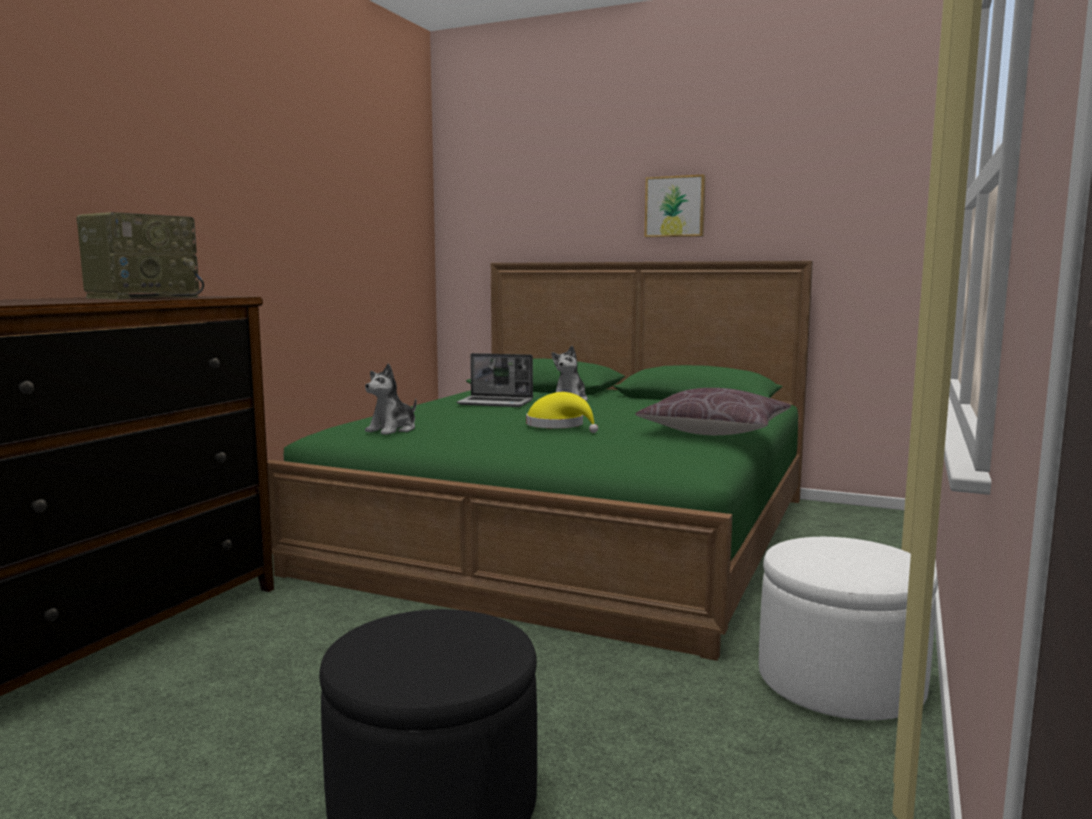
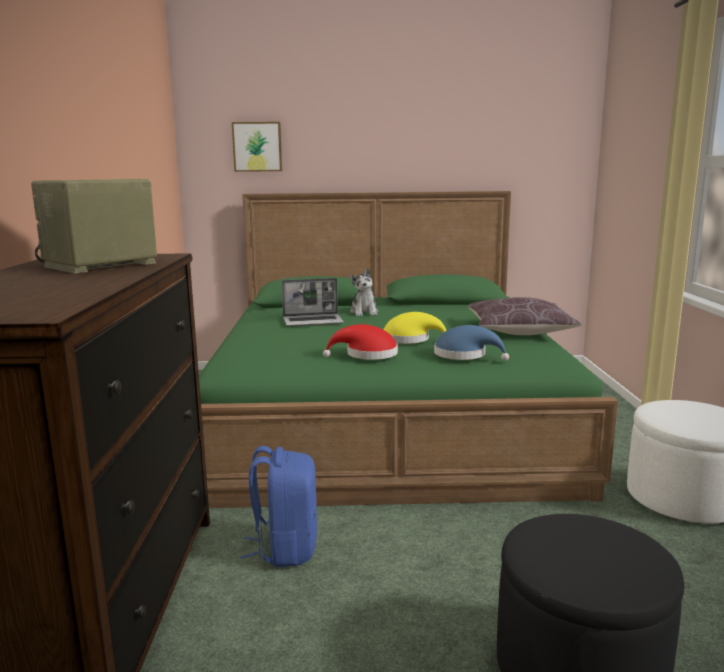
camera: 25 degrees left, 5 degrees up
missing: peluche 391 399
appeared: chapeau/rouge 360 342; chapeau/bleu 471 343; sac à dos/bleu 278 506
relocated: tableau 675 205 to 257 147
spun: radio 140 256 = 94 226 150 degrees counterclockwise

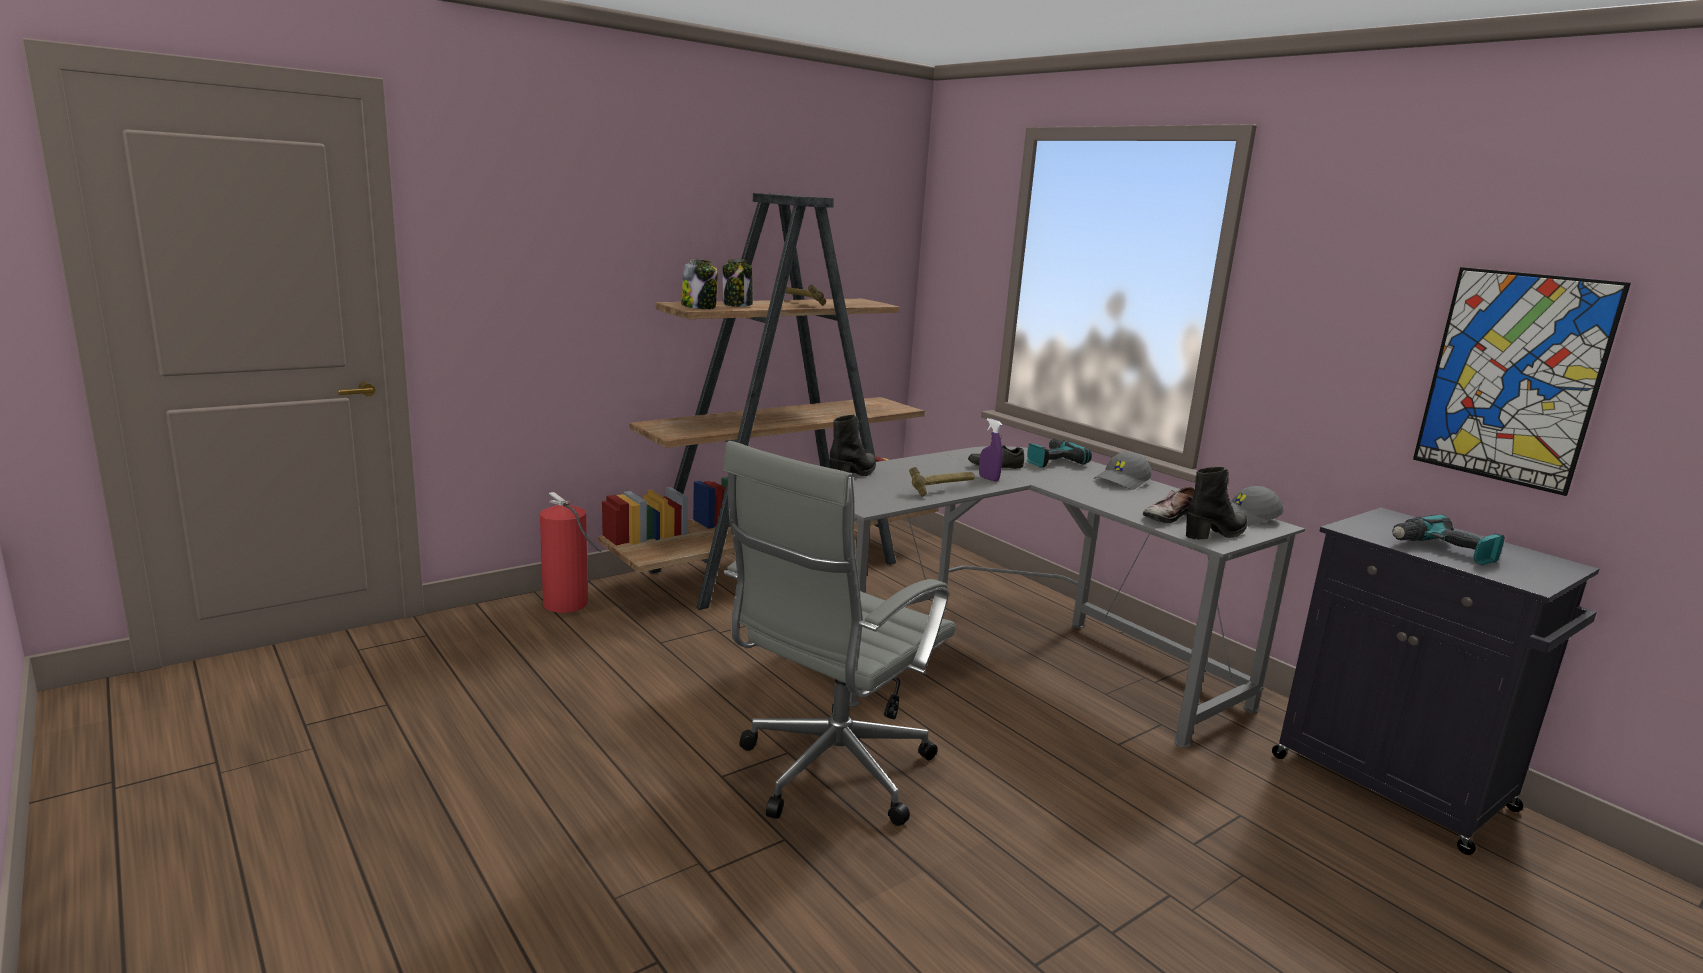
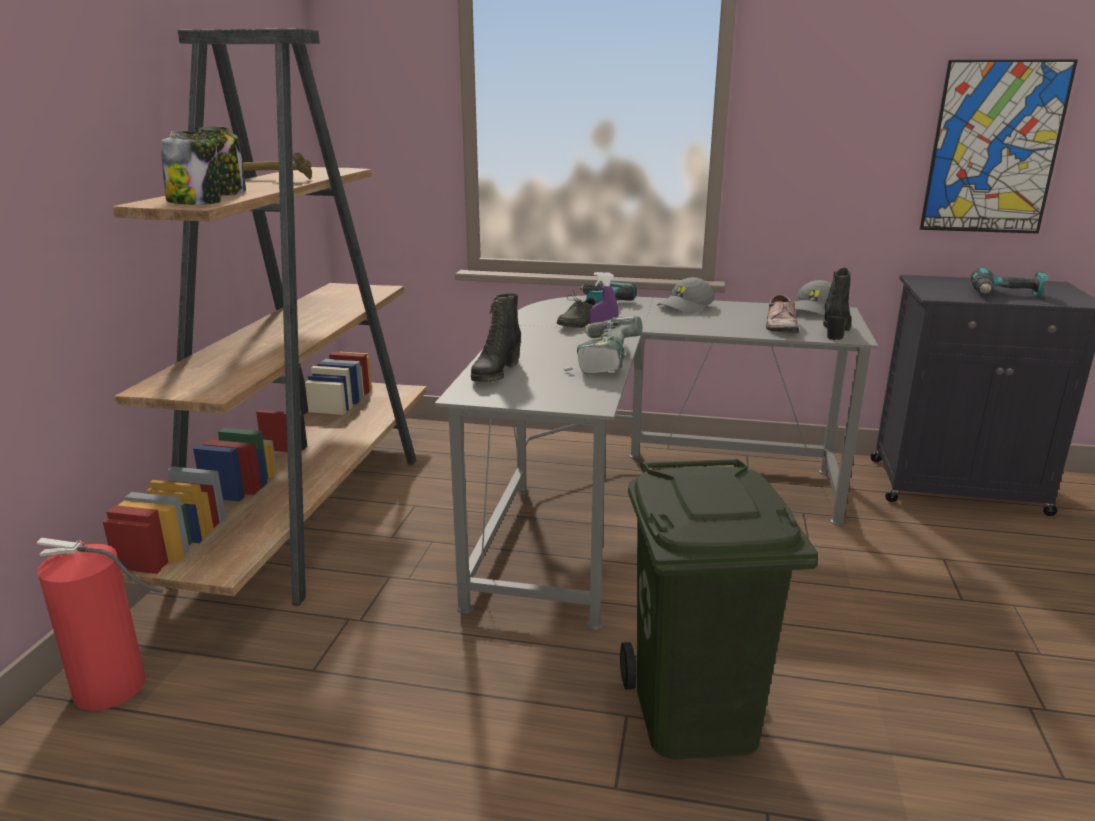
camera: 40 degrees left, 5 degrees up
exchanged: chaise de bureau/gris 839 633 to poubelle/vert 719 609; marteau 942 482 to perceuse 603 345
spun: botte/noir 852 445 = 496 337 150 degrees counterclockwise; casquette/gris 1122 471 = 686 295 45 degrees clockwise

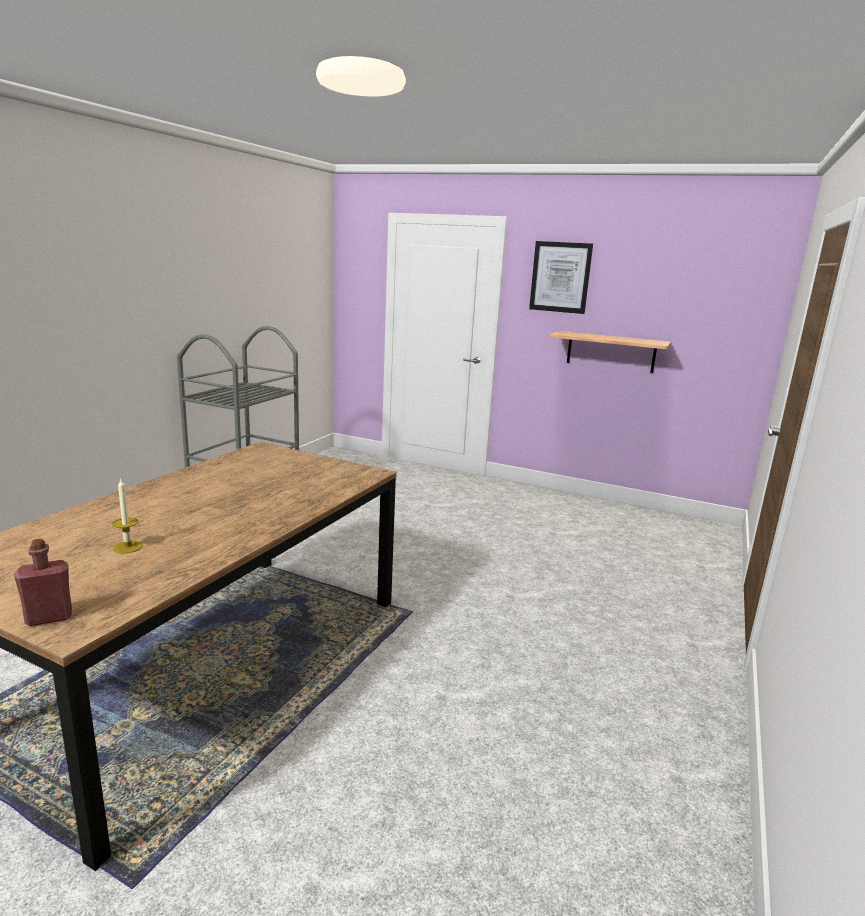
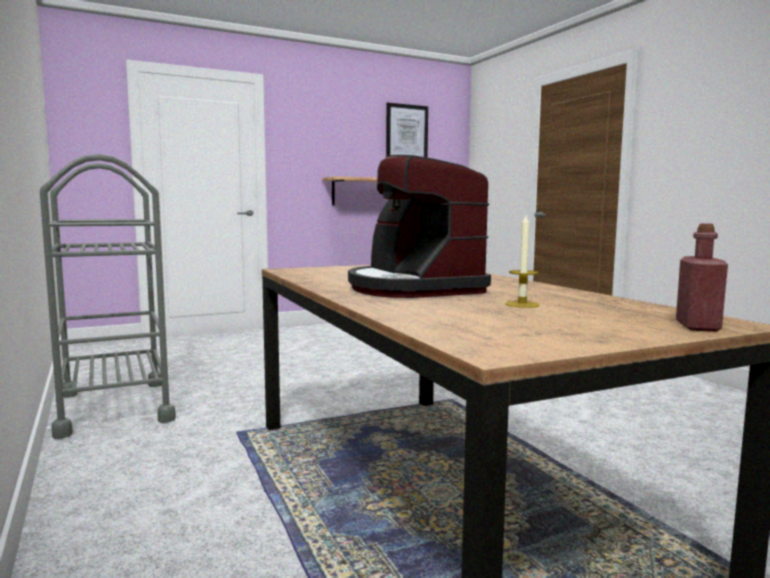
camera: 50 degrees left, 10 degrees down
appeared: machine à café 419 226
relocated: tableau 561 277 to 407 130

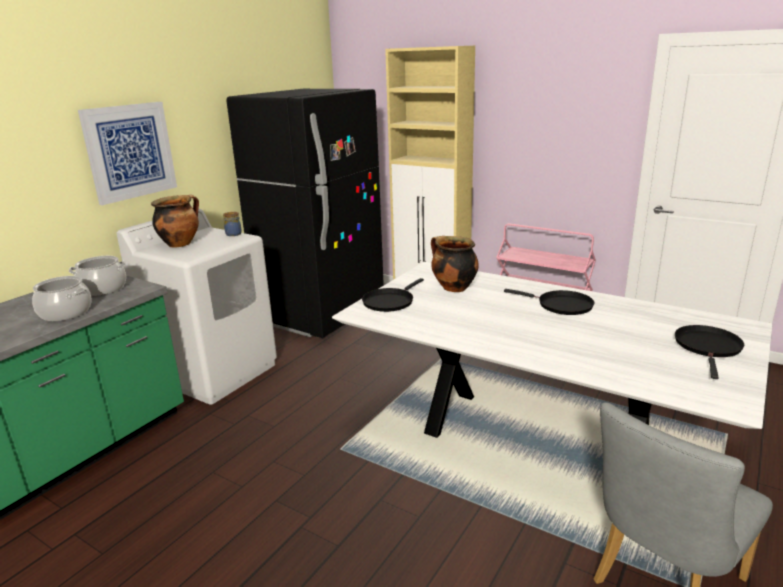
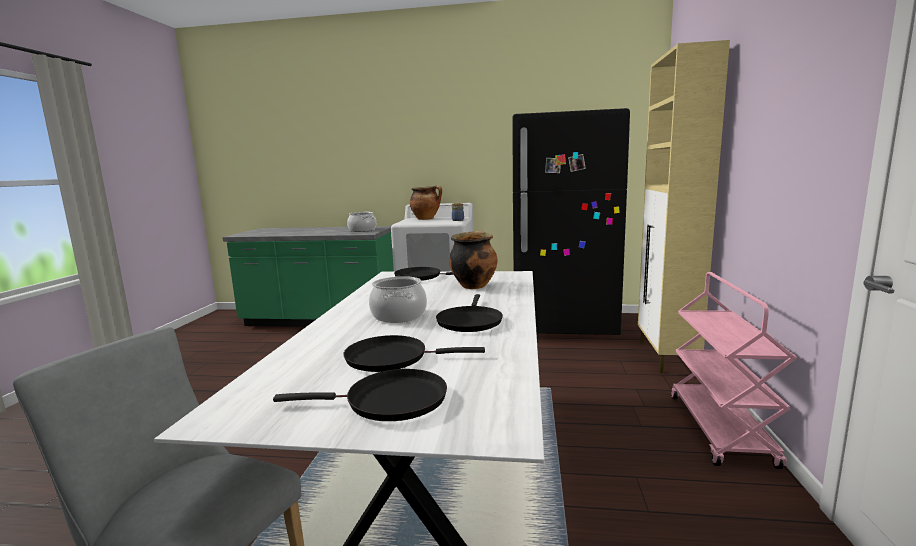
camera: 65 degrees right, 10 degrees down
missing: tableau 127 153
appeared: poêle/noir 414 353
relocated: marmite 62 298 to 398 299

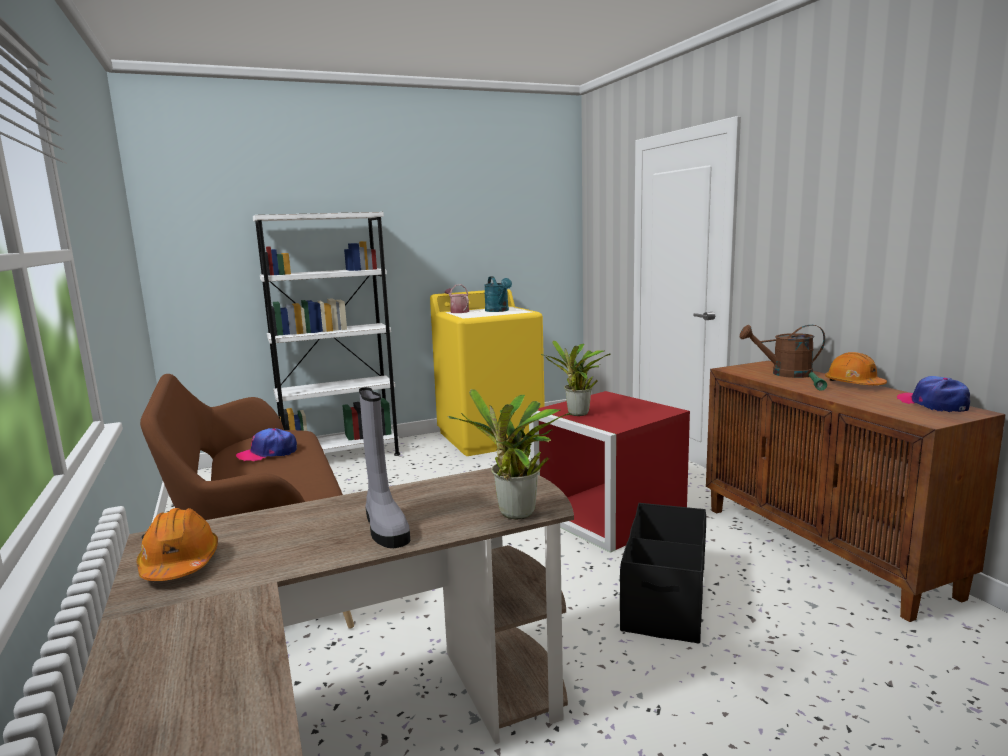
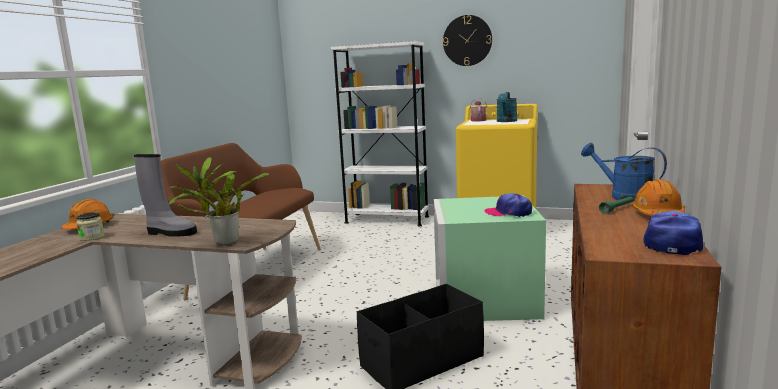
camera: 40 degrees right, 0 degrees up
missing: plante en pot 576 378
appeared: horloge murale 467 40; bocal 90 226
relocated: casquette 266 444 to 508 205
colour: arrosoir/marron 782 351 to arrosoir/bleu 624 172; boîte de rangement/rouge 609 472 to boîte de rangement/vert 489 259
spun: botte/gris 384 467 = 165 195 90 degrees counterclockwise

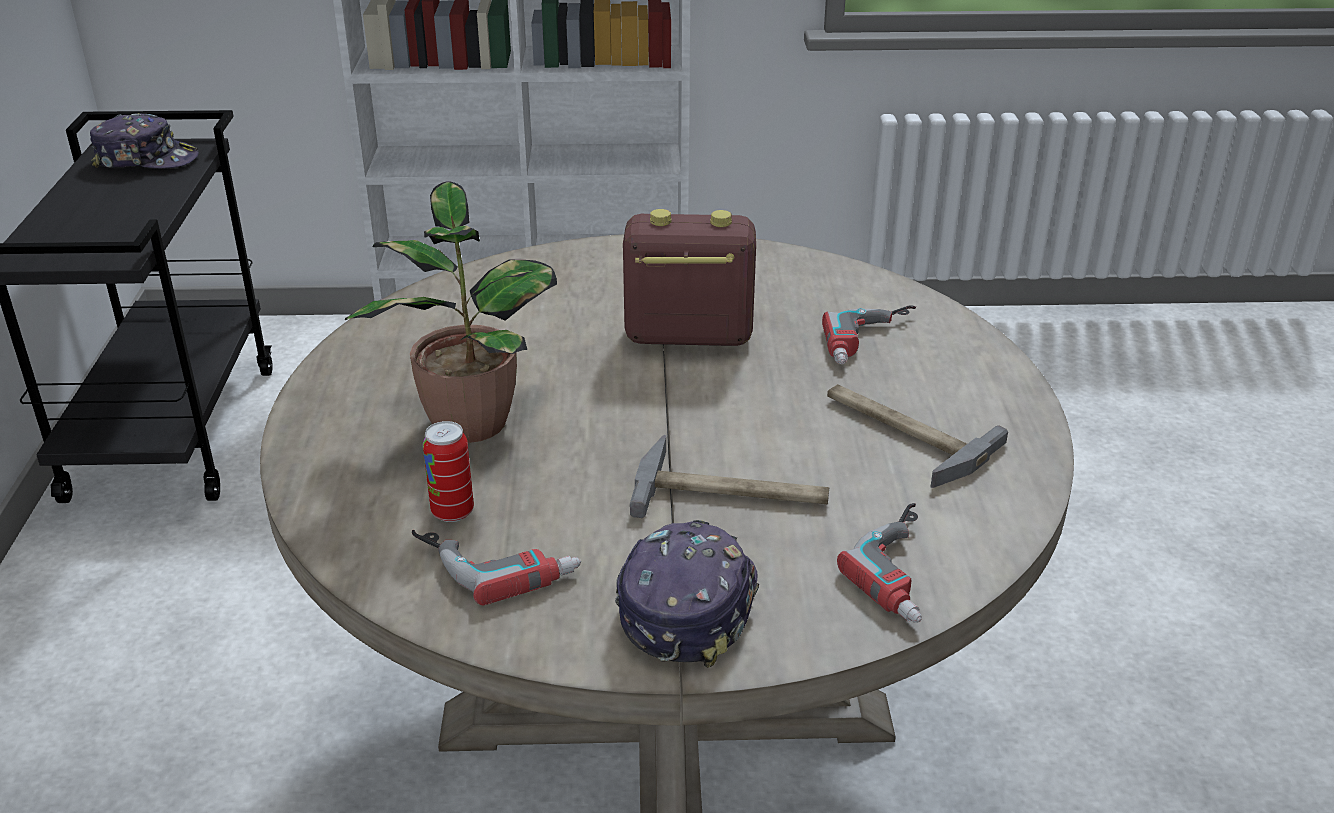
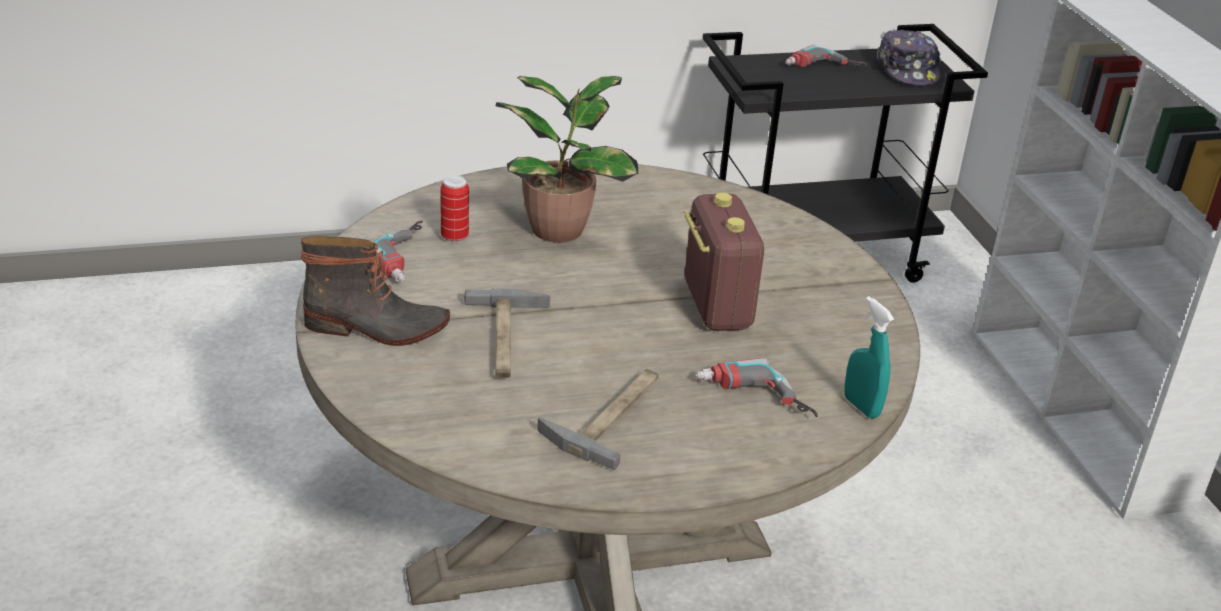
camera: 75 degrees right, 0 degrees up
appeared: vaporisateur/turquoise 869 357
relocated: perceuse 879 563 to 826 56
exchanged: casquette 687 594 to botte 375 291

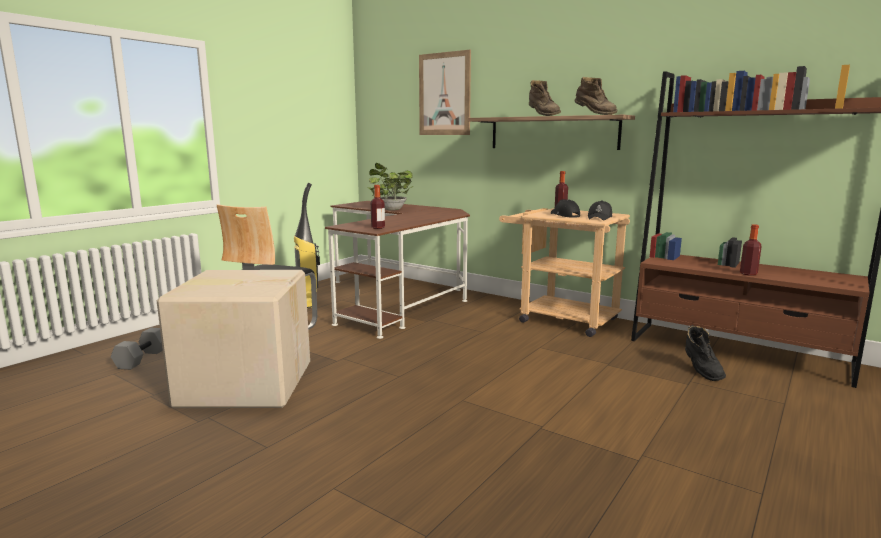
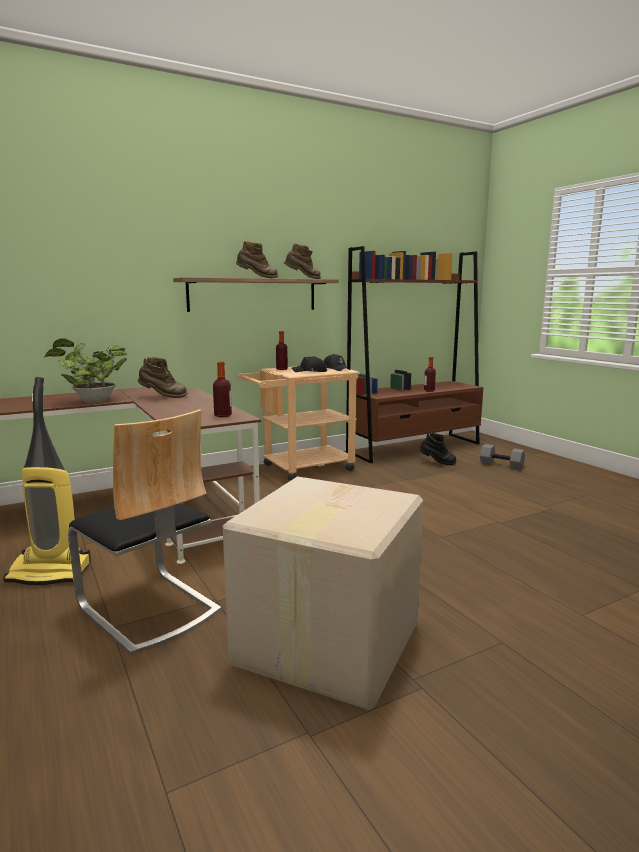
camera: 65 degrees left, 0 degrees up
missing: tableau 445 92
appeared: botte/marron 162 377
relocated: haltère/gris 137 349 to 502 457

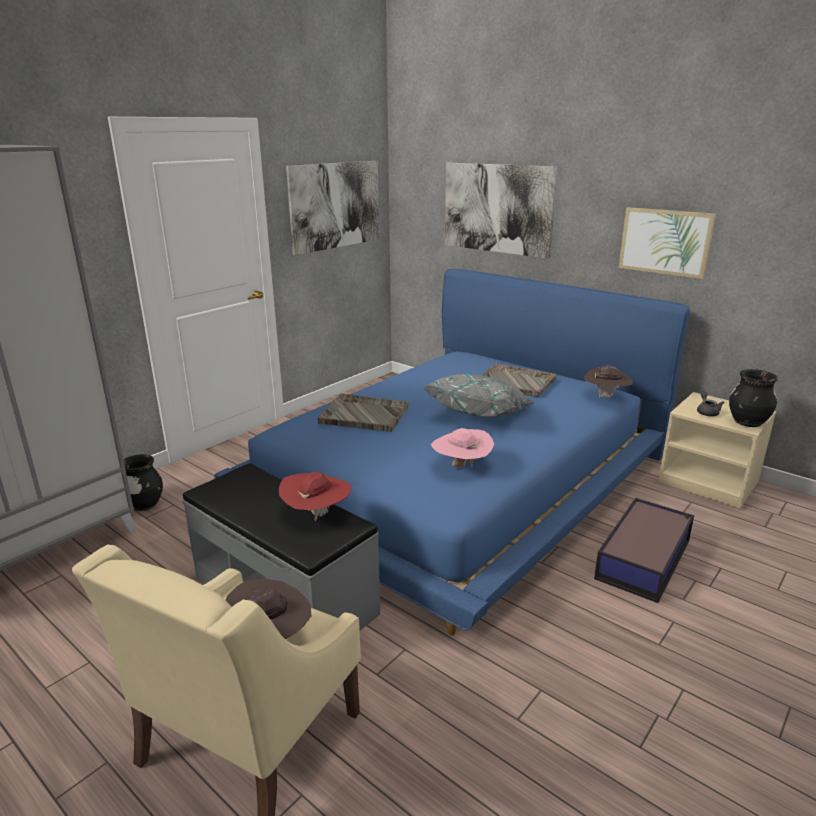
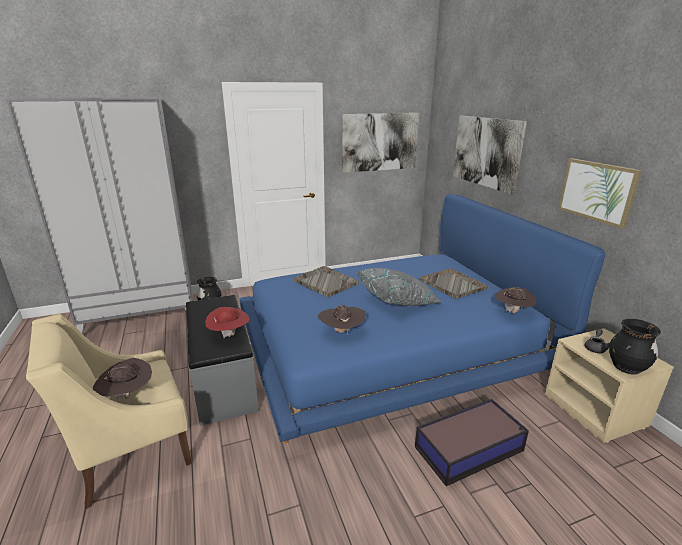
camera: 30 degrees right, 0 degrees up
colour: chapeau/rose 462 448 to chapeau/marron 342 319

